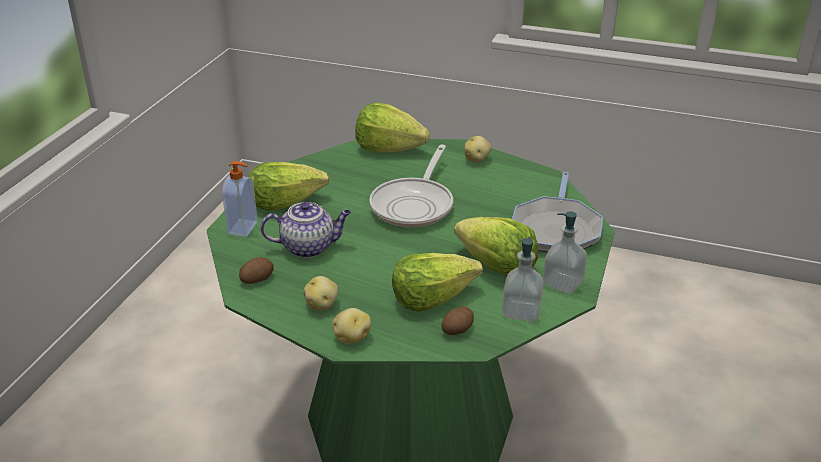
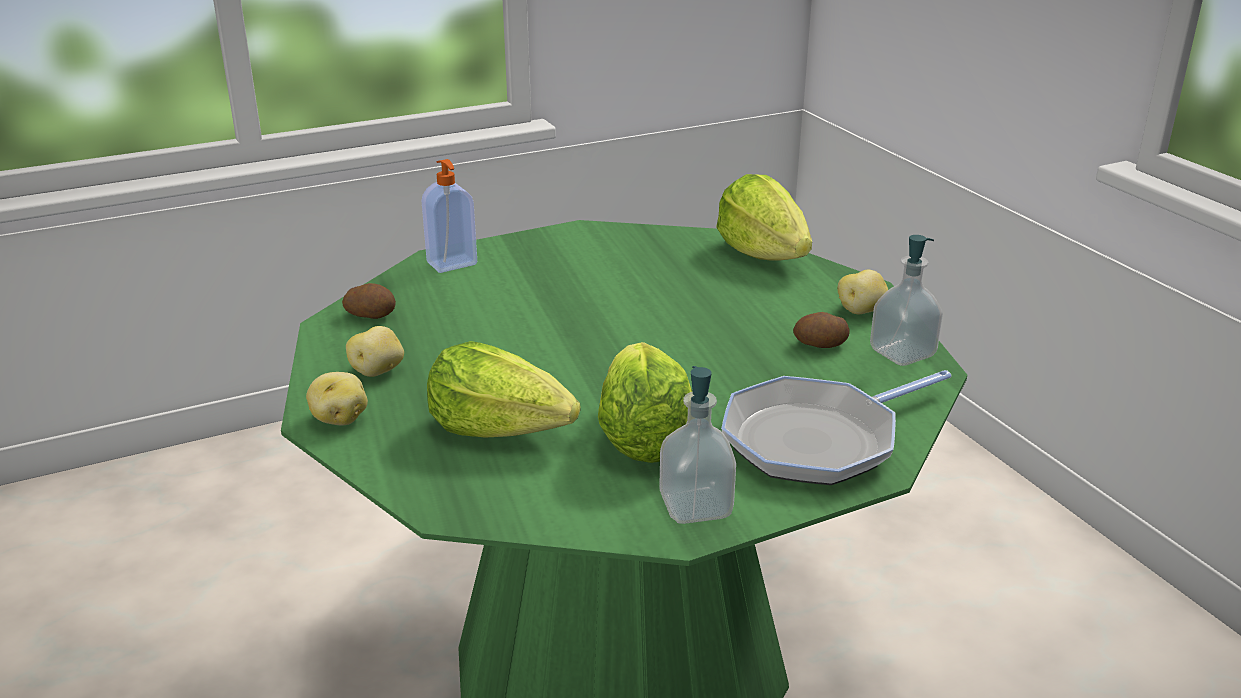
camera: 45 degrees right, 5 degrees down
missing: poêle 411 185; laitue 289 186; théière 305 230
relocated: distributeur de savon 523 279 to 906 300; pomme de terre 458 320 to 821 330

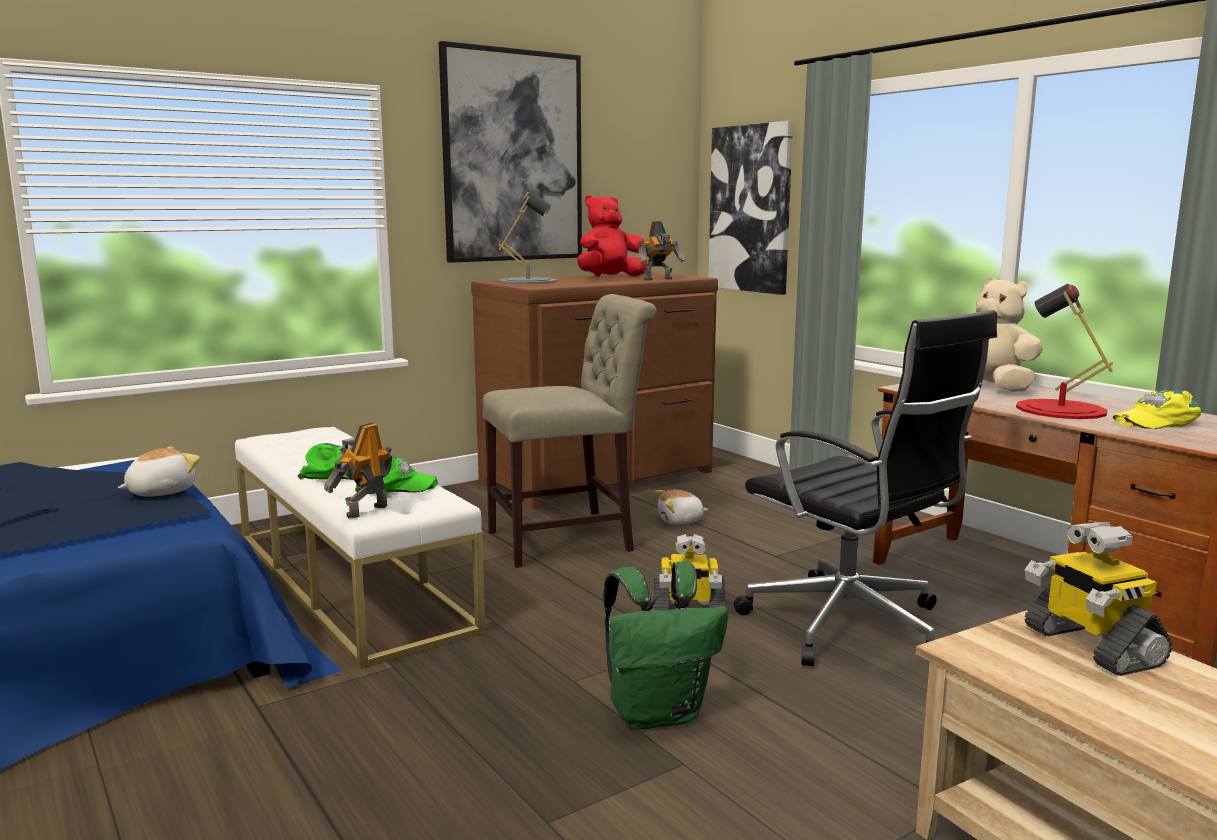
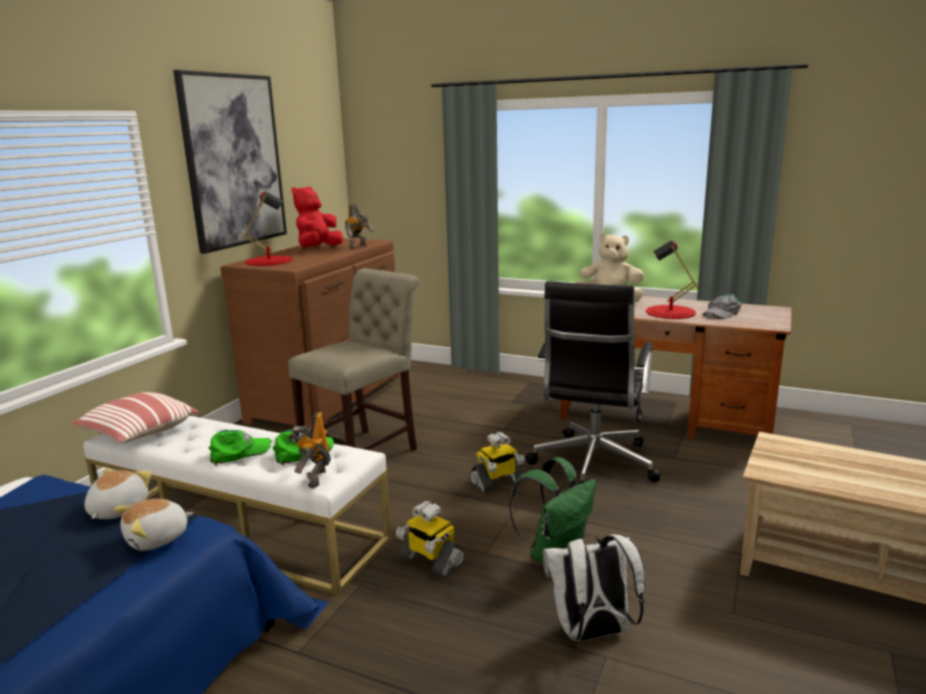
camera: 30 degrees left, 5 degrees up
missing: tableau 750 208
appeared: coussin 134 417; sac à dos/blanc 594 587
relocated: peluche 682 507 to 153 525; robot jouet 1098 599 to 430 539
colour: lampe de table/gris 528 237 to lampe de table/rouge 267 228; casquette/jaune 1157 409 to casquette/gris 722 306
spun: chaise de bureau/noir 865 488 = 592 382 90 degrees clockwise

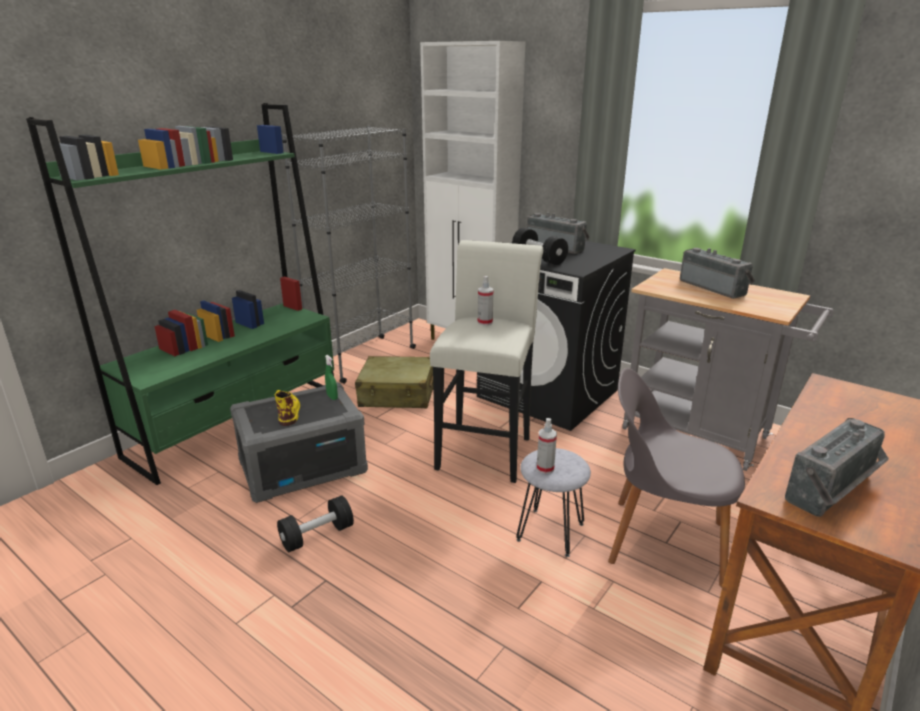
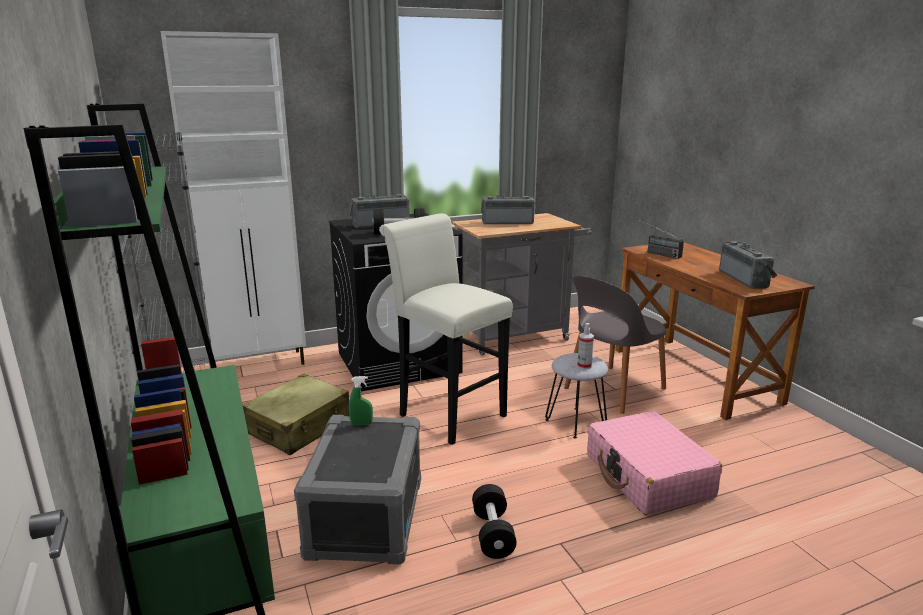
camera: 60 degrees left, 5 degrees down
missing: vaporisateur 486 300; botte/jaune 287 408
appeared: radio 661 239; valise/rose 654 463

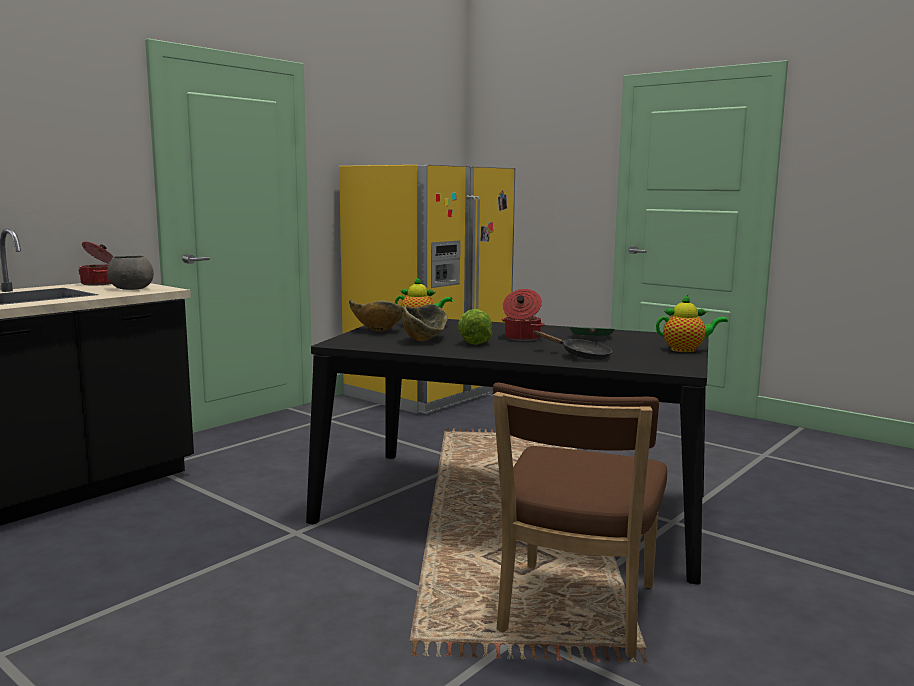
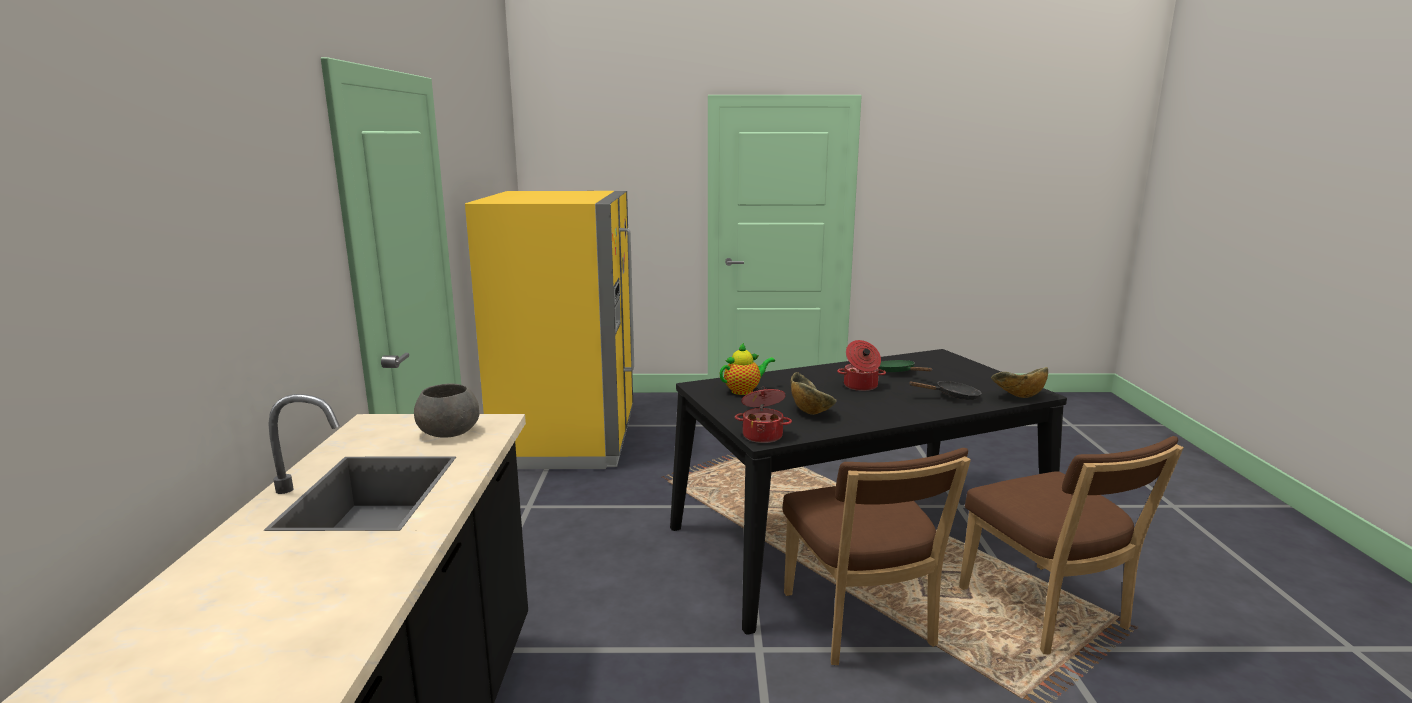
camera: 40 degrees left, 5 degrees up
missing: théière 692 323; laitue 474 327
appeared: chaise/marron 877 556
relocated: marmite 95 263 to 763 415; bol 376 316 to 1019 382

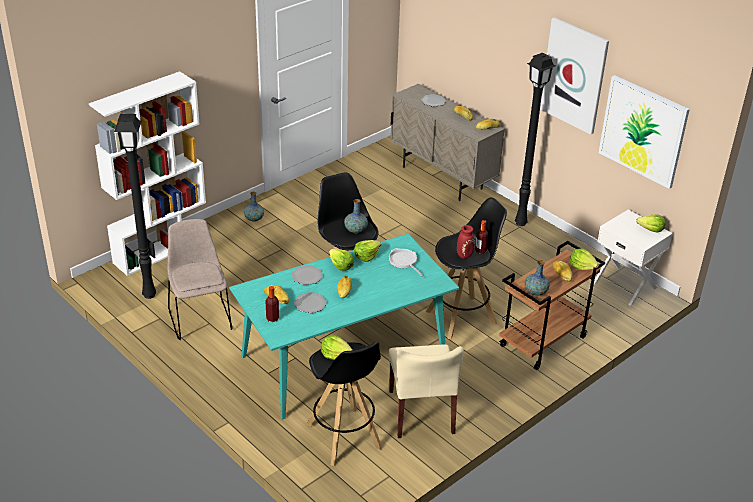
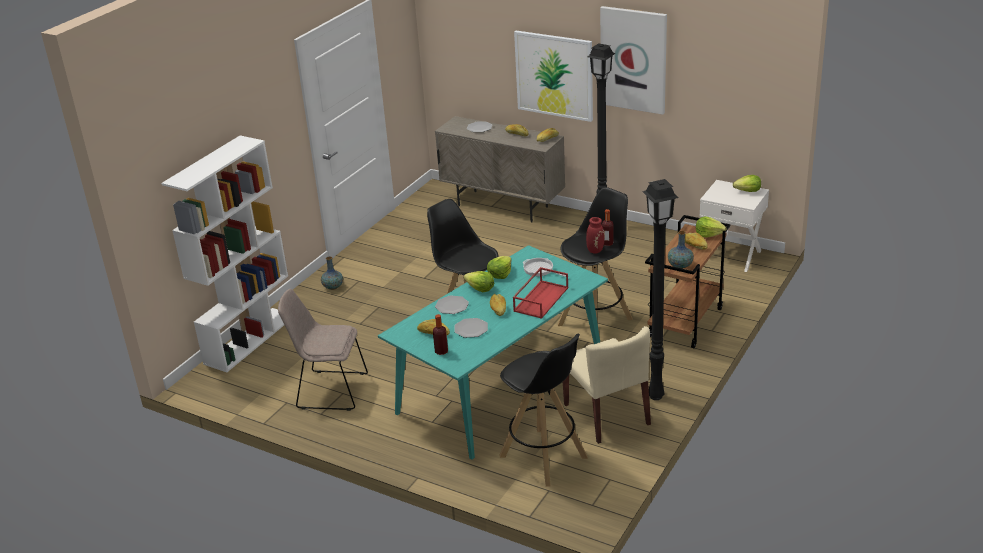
camera: 15 degrees left, 5 degrees down
missing: vase 356 216; laitue 336 347
appeared: plateau/rouge 540 293
relocated: tableau 644 132 to 553 76; lampadaire/noir 135 206 to 660 289
spun: chaise/beige 200 279 = 323 350 45 degrees counterclockwise

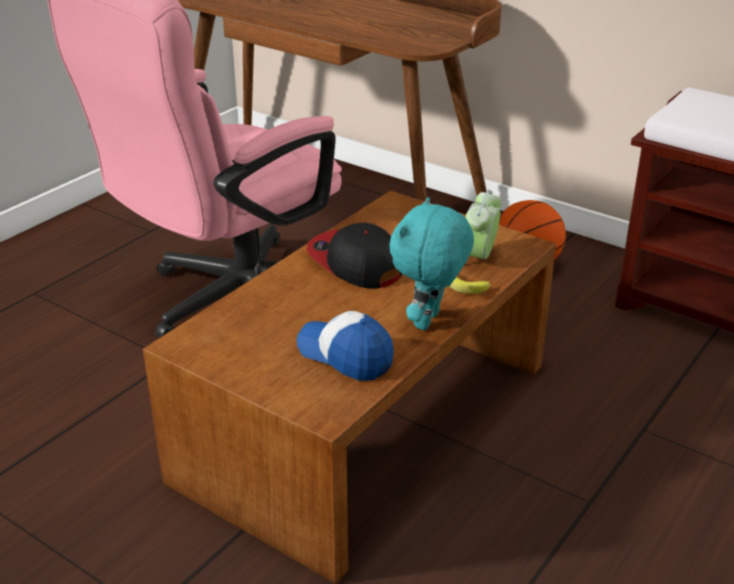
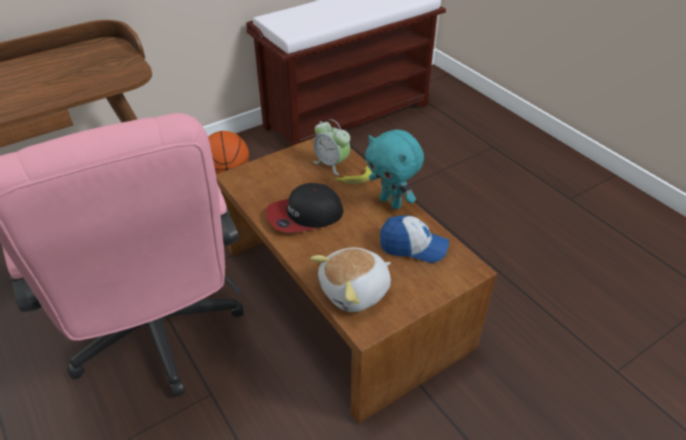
camera: 70 degrees left, 10 degrees up
appeared: peluche 350 279
spun: casquette 345 346 = 414 239 135 degrees counterclockwise

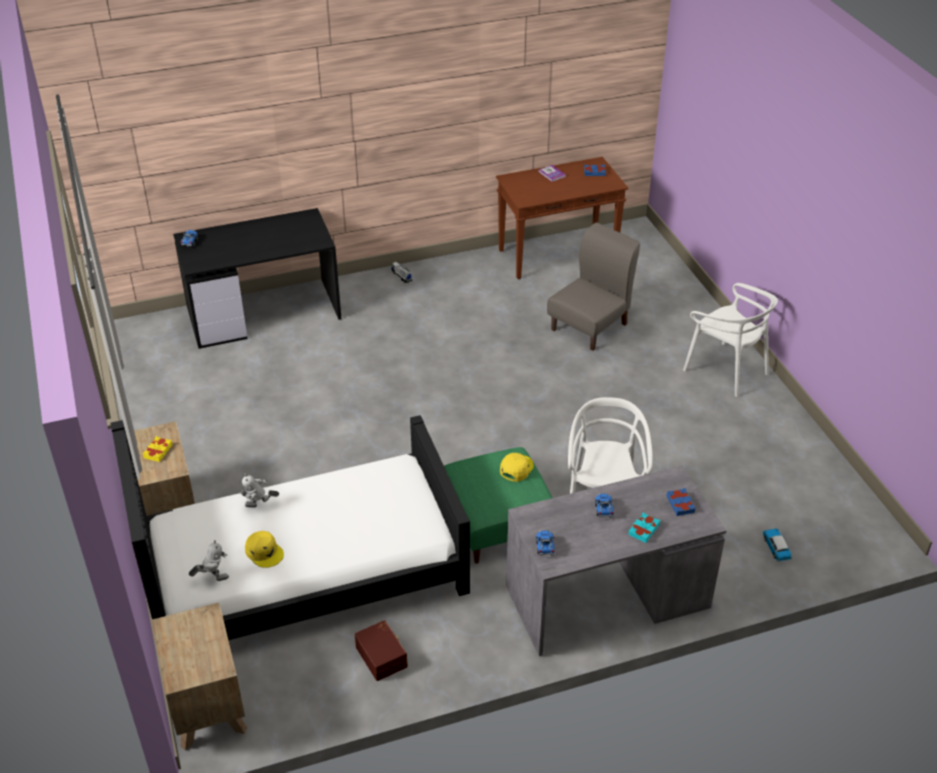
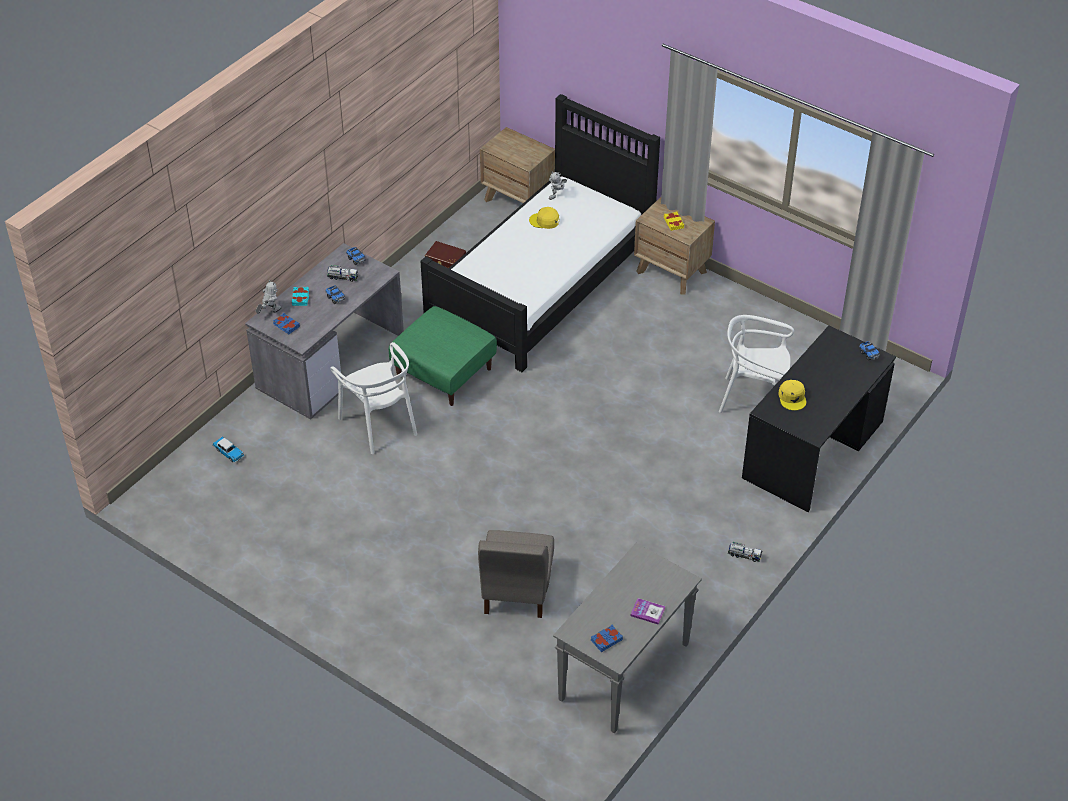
camera: 145 degrees right, 5 degrees up
appeared: camion jouet 342 273
relocated: chaise/blanc 730 340 to 756 364; casquette/jaune 517 467 to 792 395; robot jouet 259 490 to 269 296
colour: table console/marron 562 218 to table console/gris 627 638

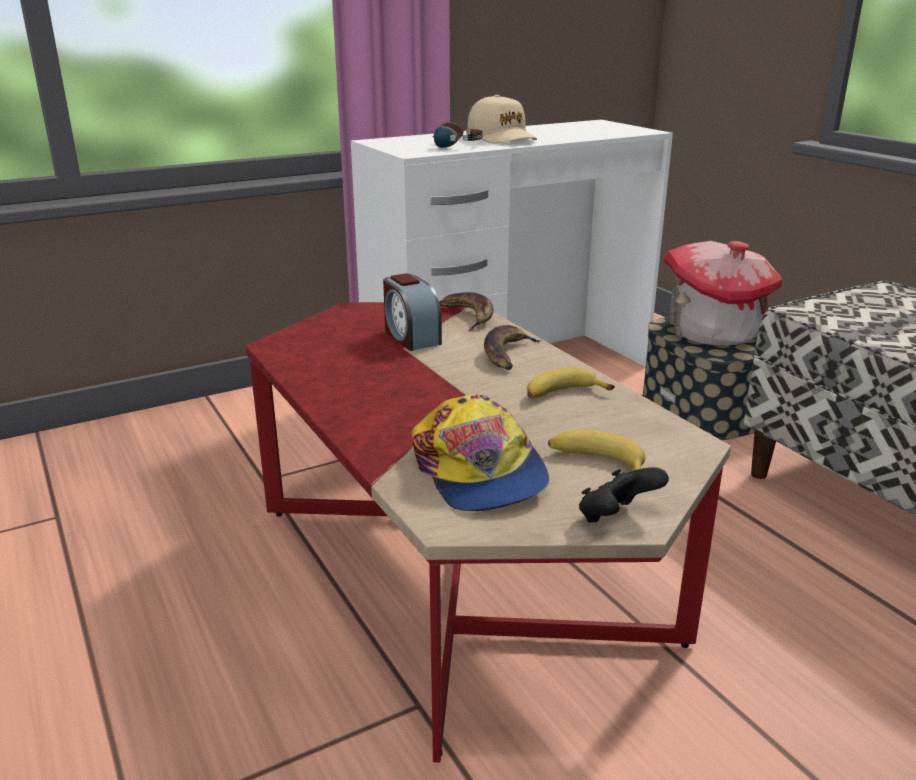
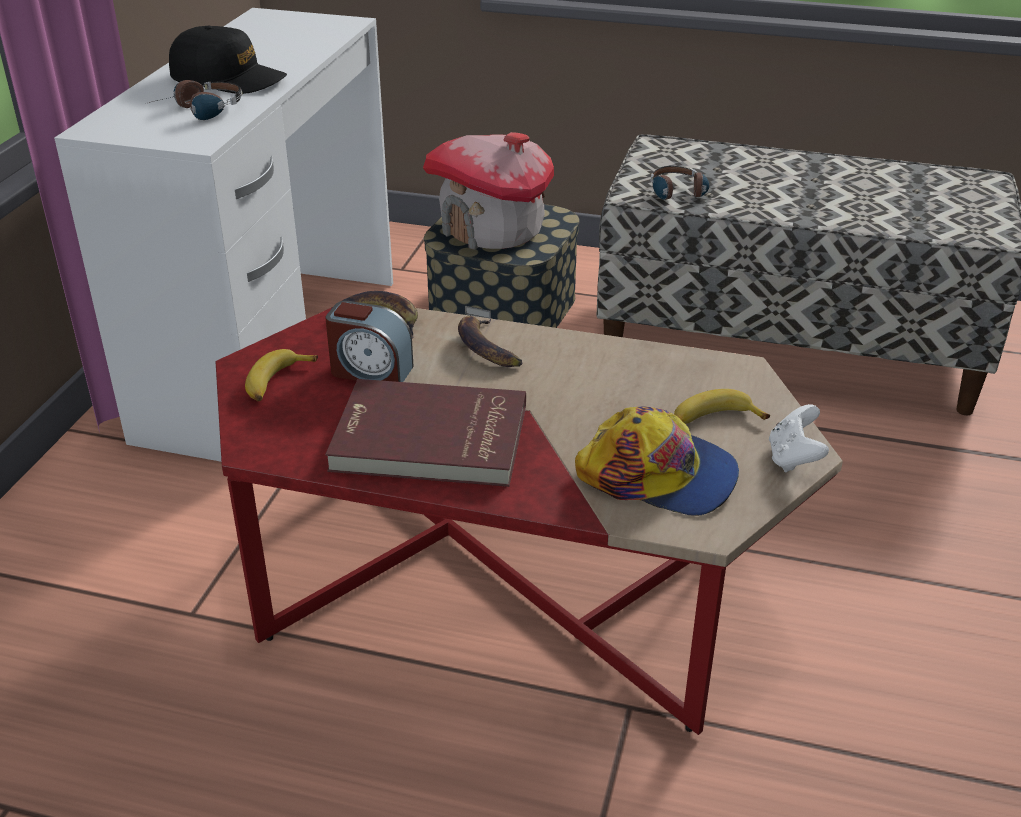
camera: 45 degrees left, 10 degrees up
appeared: casque audio 680 184; livre/rouge 425 433
relocated: banane 571 382 to 281 375
colour: casquette/beige 502 119 to casquette/noir 228 60; manette/noir 624 495 to manette/blanc 799 438

